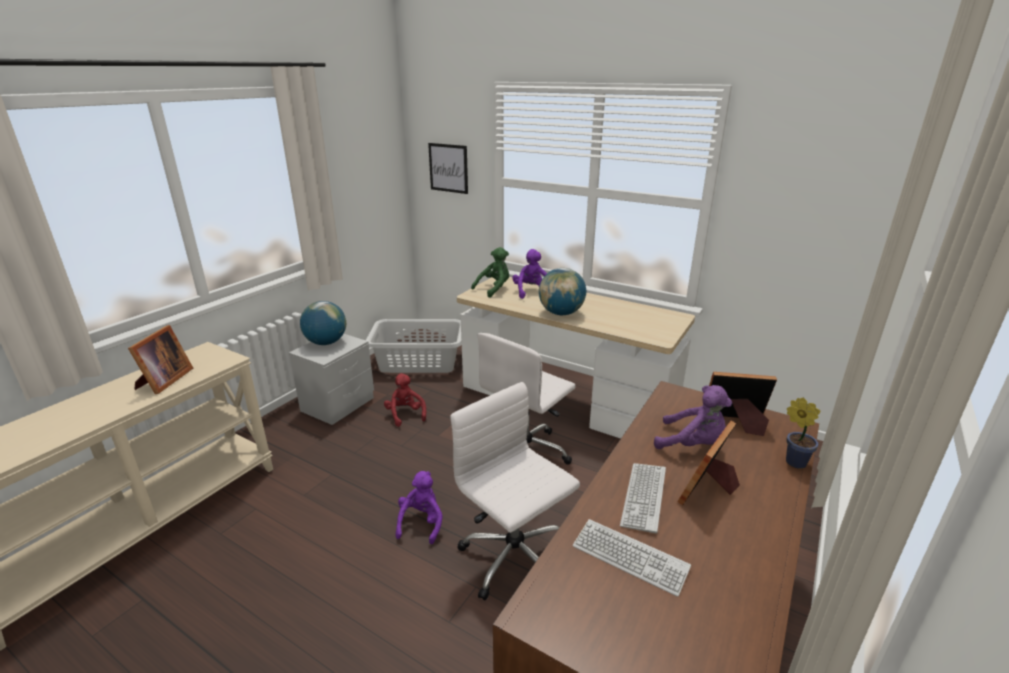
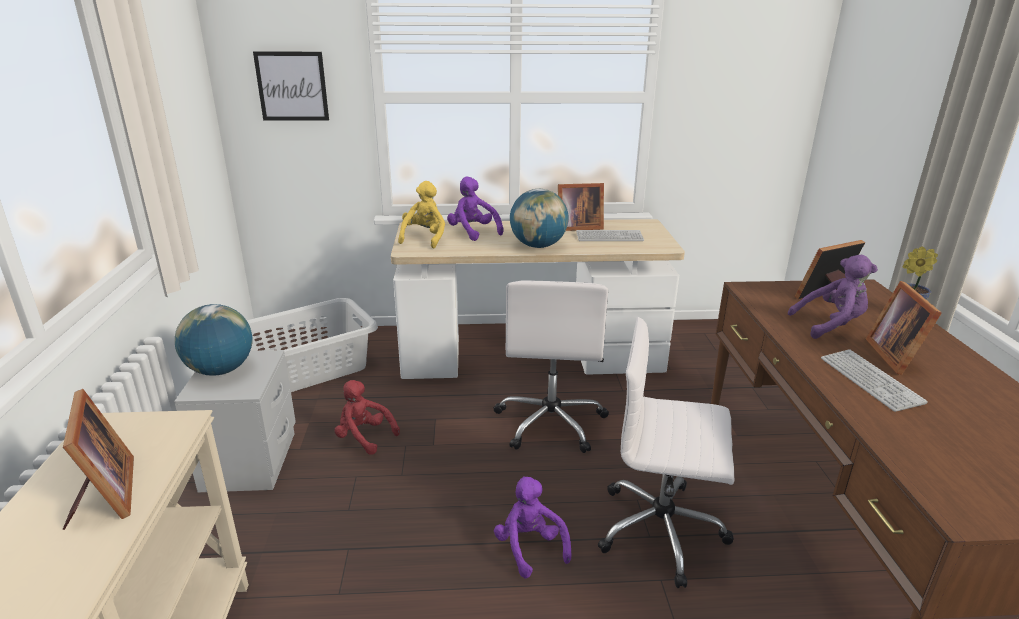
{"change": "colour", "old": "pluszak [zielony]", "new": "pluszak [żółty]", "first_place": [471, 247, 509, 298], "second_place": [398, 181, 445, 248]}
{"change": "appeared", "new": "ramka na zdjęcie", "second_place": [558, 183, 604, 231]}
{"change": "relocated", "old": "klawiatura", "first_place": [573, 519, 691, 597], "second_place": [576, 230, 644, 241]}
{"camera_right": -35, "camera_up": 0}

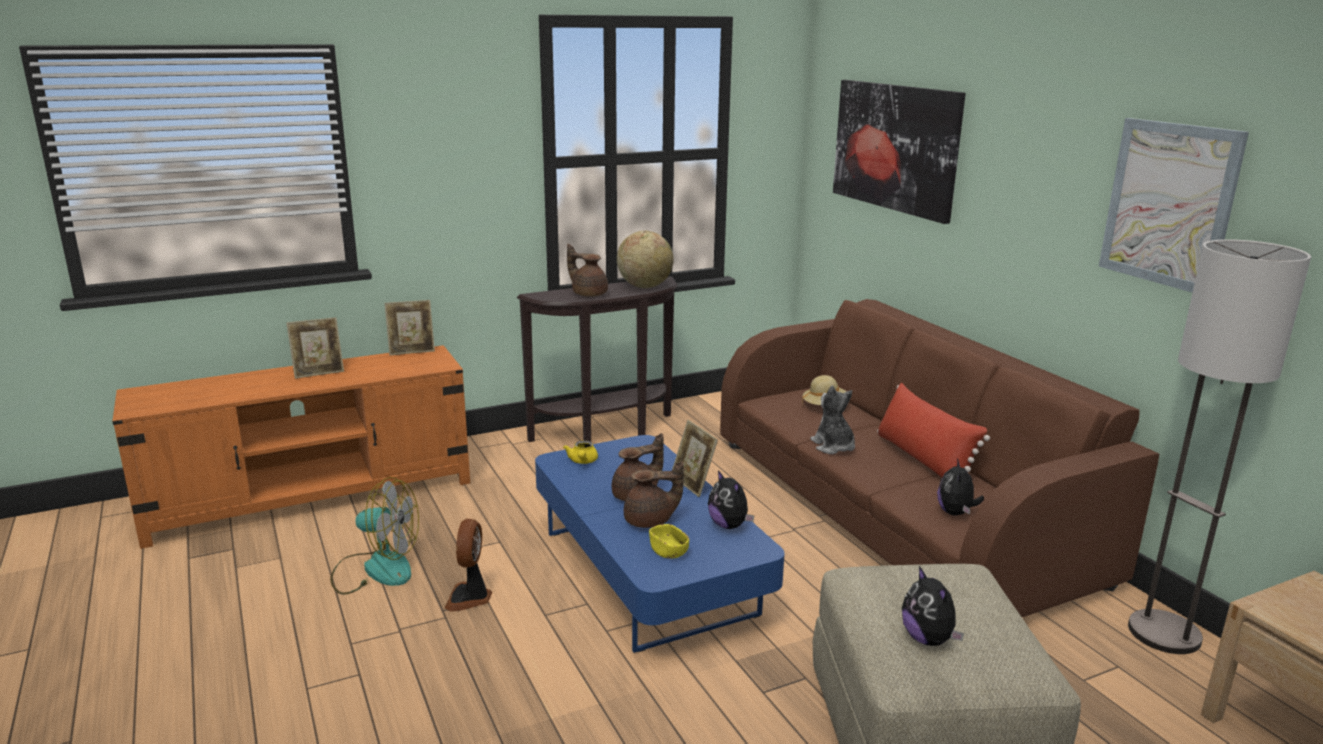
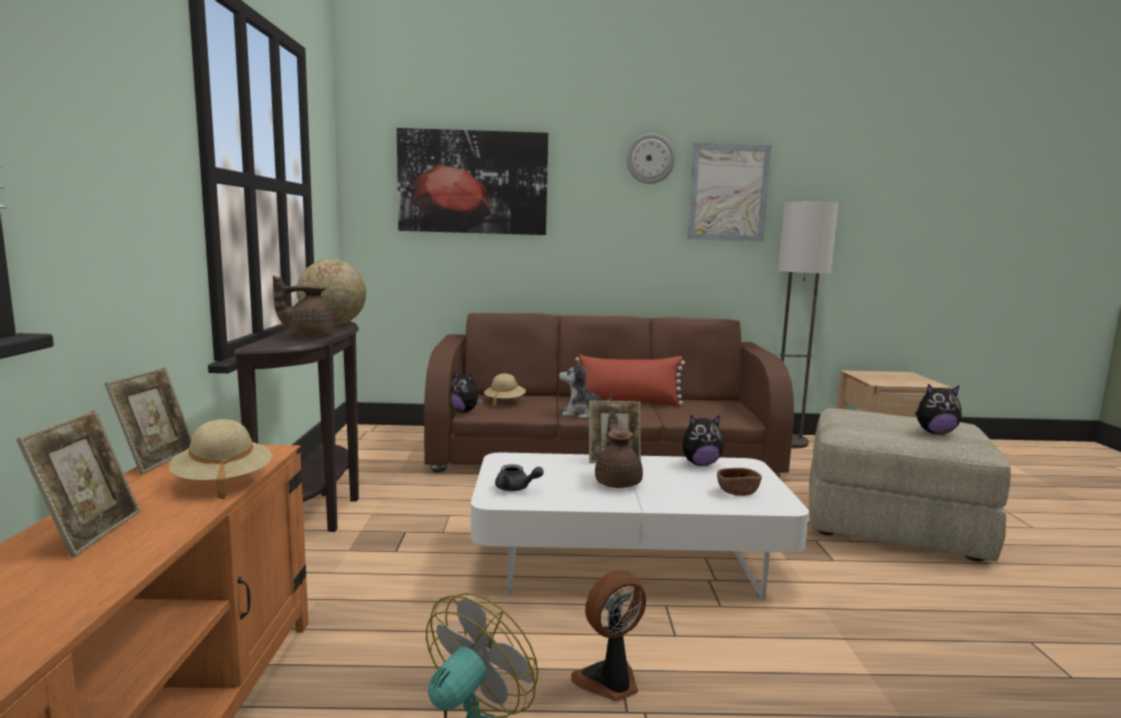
{"change": "appeared", "new": "kapelusz [beżowy]", "second_place": [169, 419, 272, 499]}
{"change": "relocated", "old": "pluszak", "first_place": [937, 458, 984, 516], "second_place": [451, 371, 484, 412]}
{"change": "colour", "old": "ława [niebieski]", "new": "ława [biały]", "first_place": [535, 435, 785, 653], "second_place": [471, 453, 809, 600]}
{"change": "colour", "old": "imbryk [żółty]", "new": "imbryk [szary]", "first_place": [563, 440, 598, 464], "second_place": [495, 464, 544, 491]}
{"change": "spun", "old": "wentylator", "first_place": [444, 519, 492, 612], "second_place": [571, 570, 646, 701], "degrees": 120}
{"change": "appeared", "new": "zegar ścienny", "second_place": [626, 133, 675, 184]}
{"change": "colour", "old": "miska [żółty]", "new": "miska [brązowy]", "first_place": [649, 524, 689, 558], "second_place": [717, 468, 762, 496]}
{"change": "missing", "old": "imbryk [brązowy]", "first_place": [624, 461, 684, 528]}
{"camera_right": -65, "camera_up": -10}

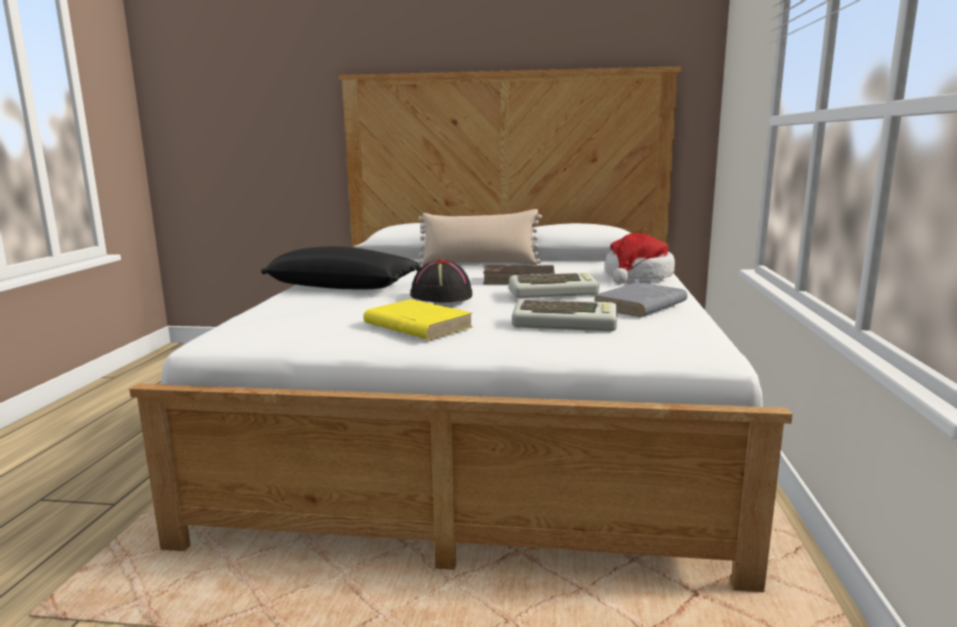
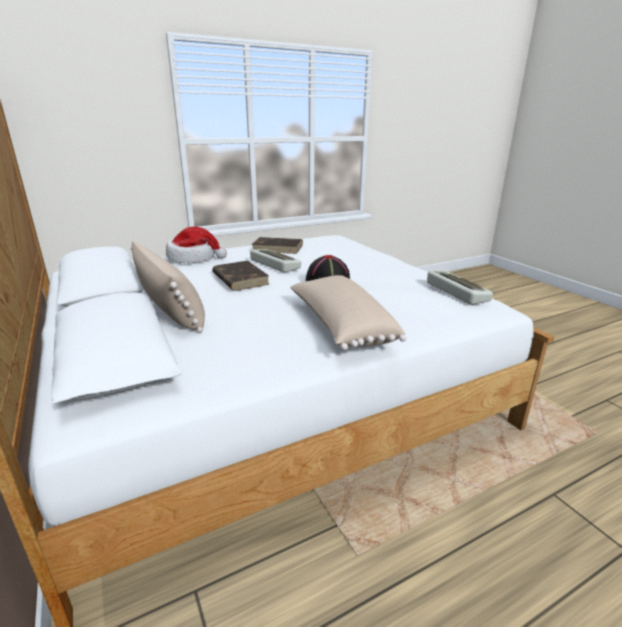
{"change": "colour", "old": "książka [szary]", "new": "książka [brązowy]", "first_place": [593, 282, 688, 317], "second_place": [252, 237, 303, 254]}
{"change": "colour", "old": "poduszka [czarny]", "new": "poduszka [beżowy]", "first_place": [261, 246, 421, 289], "second_place": [290, 275, 406, 350]}
{"change": "relocated", "old": "klawiatura", "first_place": [512, 299, 617, 331], "second_place": [427, 271, 493, 305]}
{"change": "missing", "old": "książka [żółty]", "first_place": [363, 299, 473, 340]}
{"camera_right": -125, "camera_up": 10}

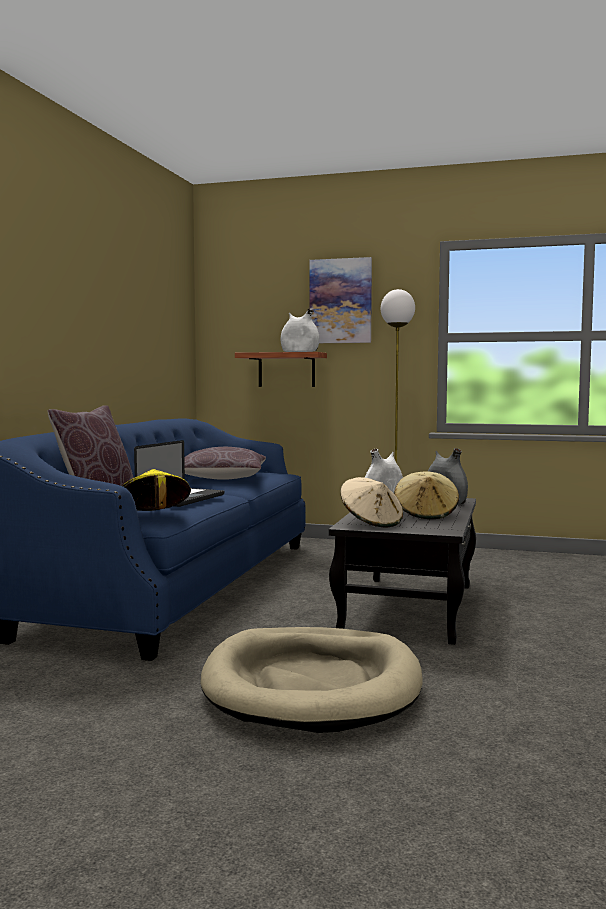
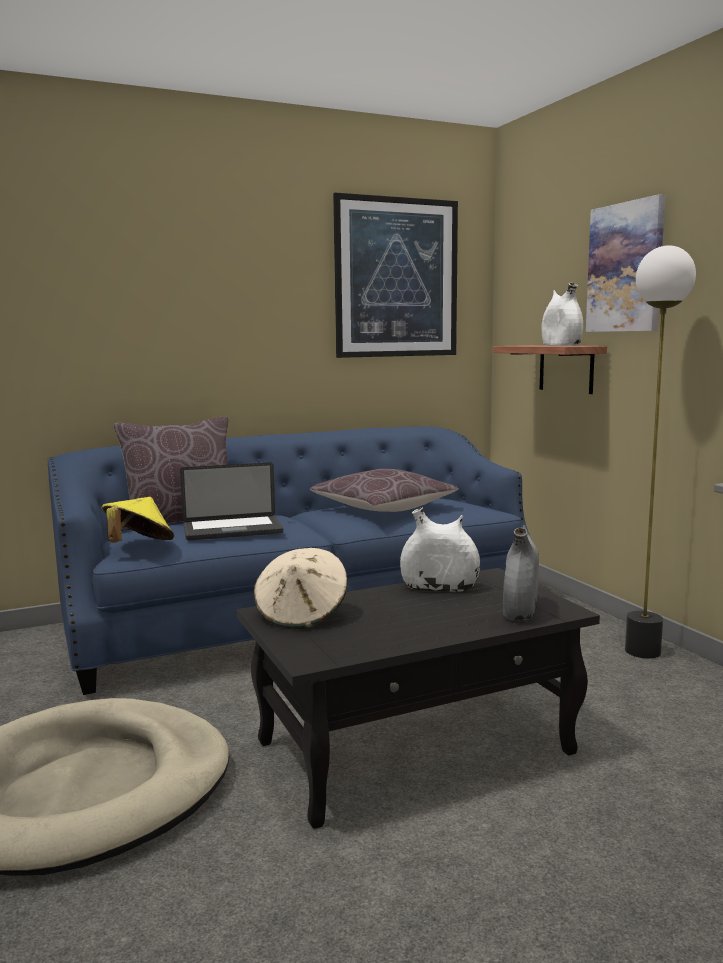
{"change": "appeared", "new": "obraz", "second_place": [333, 193, 458, 358]}
{"change": "missing", "old": "kapelusz [beżowy]", "first_place": [394, 471, 459, 519]}
{"camera_right": 50, "camera_up": 5}

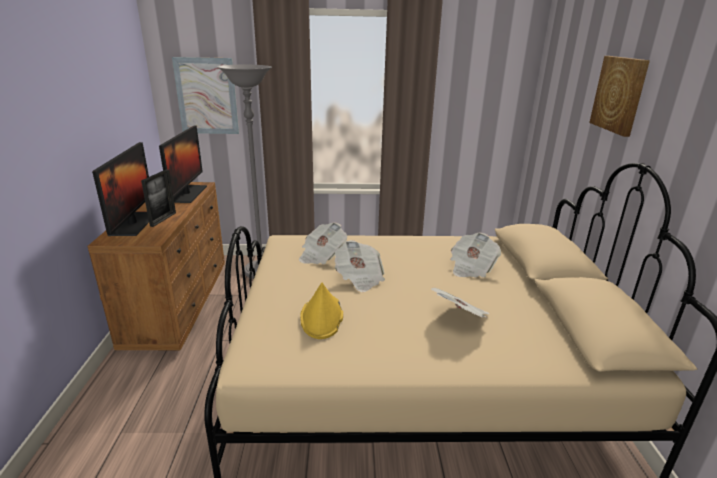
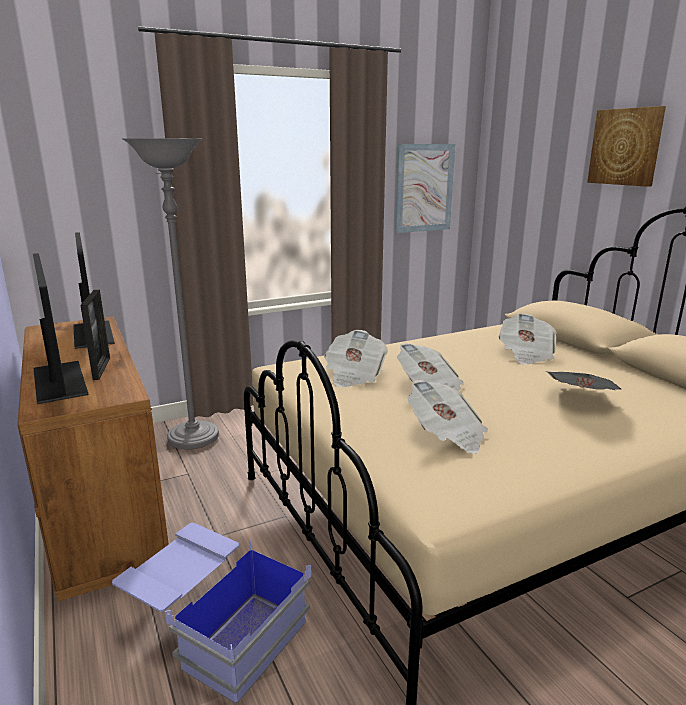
{"change": "appeared", "new": "pojemnik do przechowywania [niebieski]", "second_place": [112, 523, 311, 704]}
{"change": "relocated", "old": "obraz", "first_place": [172, 57, 239, 134], "second_place": [395, 144, 455, 233]}
{"change": "exchanged", "old": "kapelusz [żółty]", "new": "gazeta", "first_place": [300, 282, 343, 339], "second_place": [408, 380, 488, 454]}
{"camera_right": -25, "camera_up": -5}

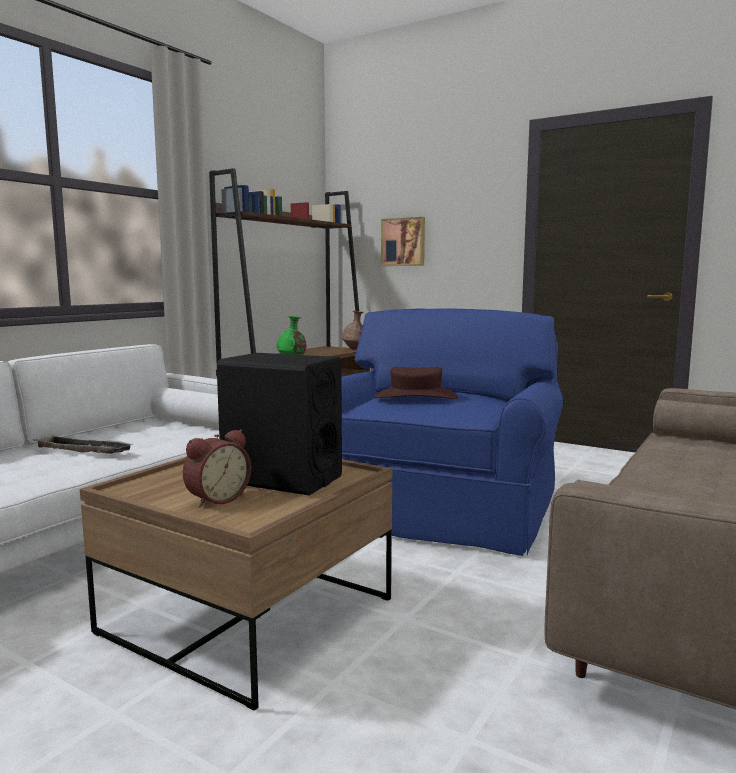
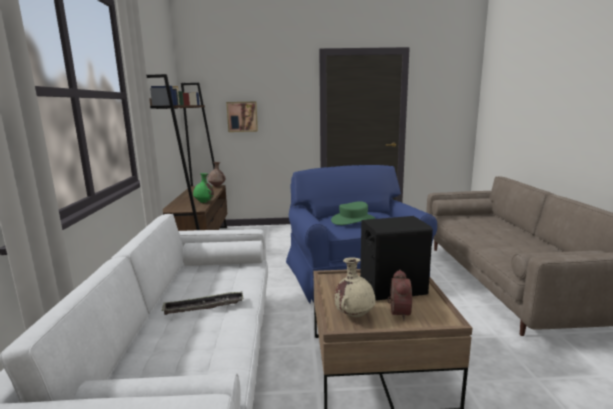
{"change": "colour", "old": "kapelusz [brązowy]", "new": "kapelusz [zielony]", "first_place": [375, 367, 458, 399], "second_place": [331, 201, 376, 225]}
{"change": "appeared", "new": "wazon [beżowy]", "second_place": [335, 257, 375, 317]}
{"camera_right": -35, "camera_up": 5}

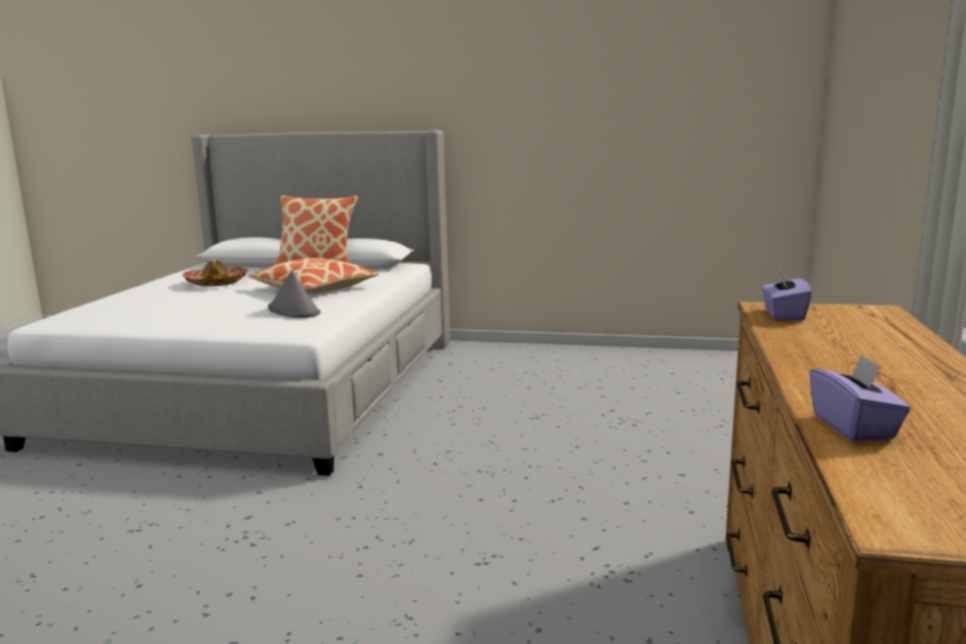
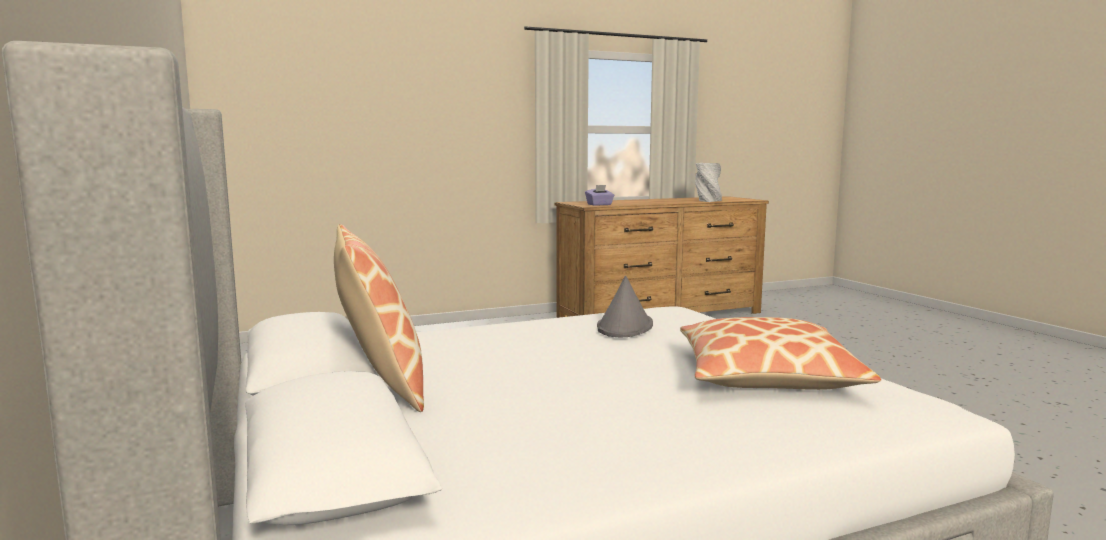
{"change": "relocated", "old": "poduszka", "first_place": [249, 258, 379, 294], "second_place": [680, 317, 881, 390]}
{"change": "exchanged", "old": "pudełko chusteczek [fioletowy]", "new": "wazon [szary]", "first_place": [809, 354, 911, 442], "second_place": [695, 163, 722, 202]}
{"change": "missing", "old": "kapelusz", "first_place": [182, 259, 248, 287]}
{"camera_right": -125, "camera_up": -5}

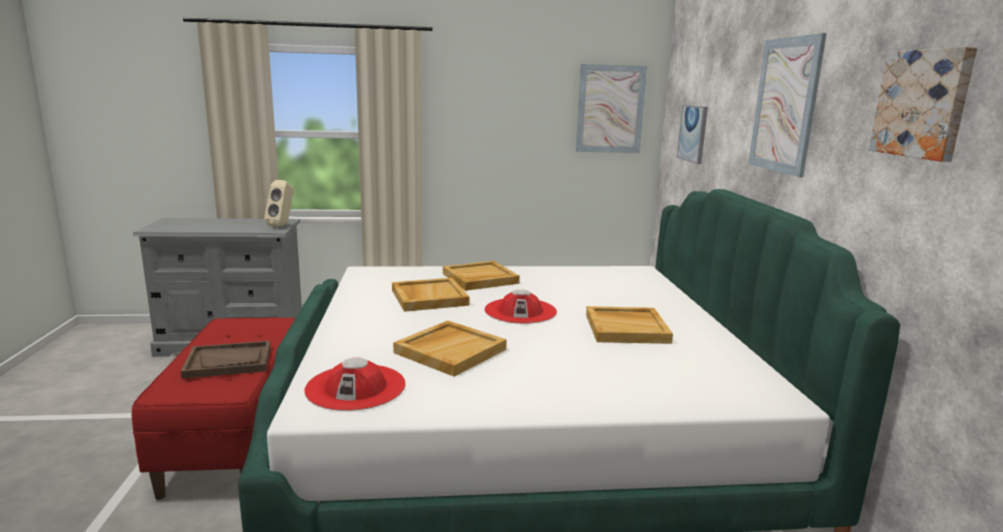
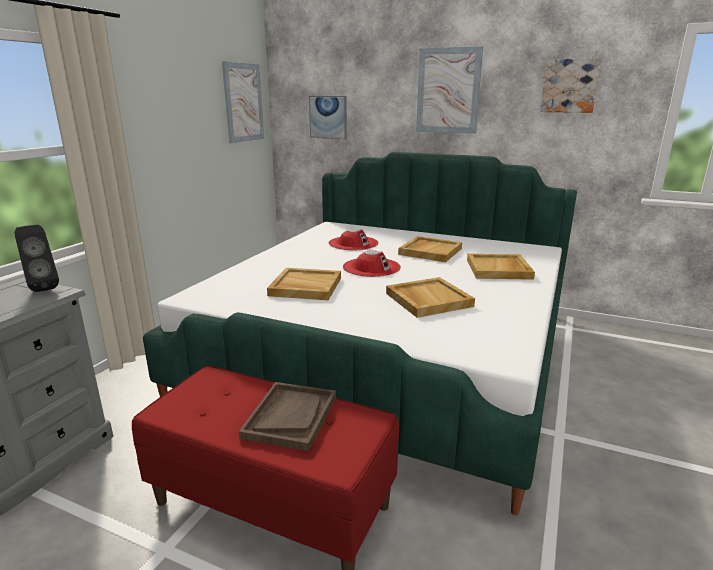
{"change": "colour", "old": "głośnik [beżowy]", "new": "głośnik [czarny]", "first_place": [264, 180, 294, 227], "second_place": [14, 225, 59, 292]}
{"change": "relocated", "old": "kapelusz [czerwony]", "first_place": [304, 358, 406, 411], "second_place": [329, 229, 379, 250]}
{"change": "relocated", "old": "taca [beżowy]", "first_place": [443, 261, 520, 291], "second_place": [467, 254, 535, 280]}
{"camera_right": -60, "camera_up": 5}

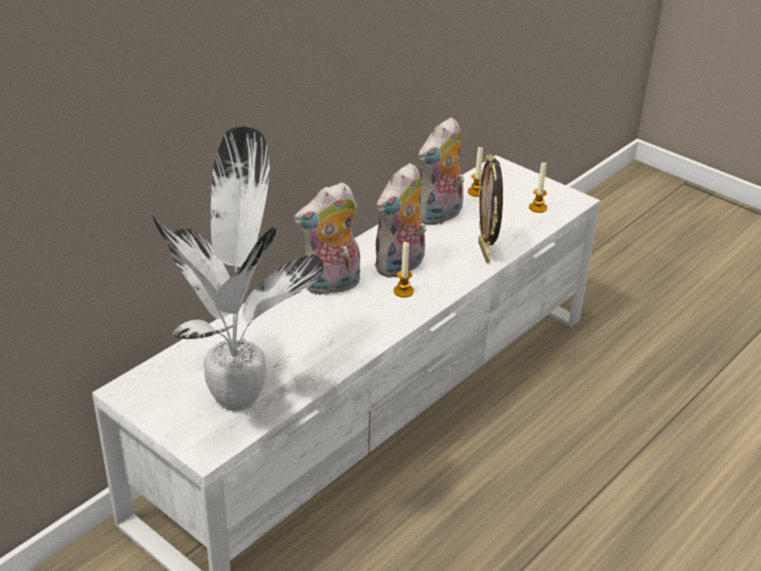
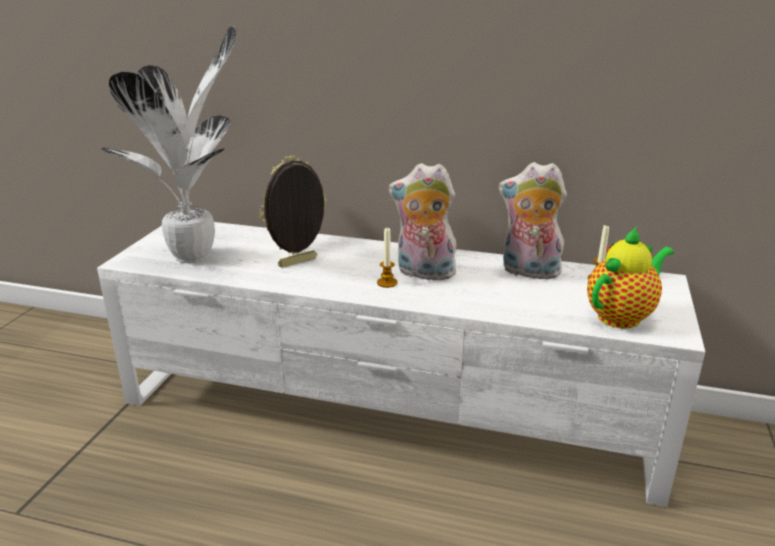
{"change": "relocated", "old": "ramka na zdjęcie", "first_place": [478, 155, 503, 263], "second_place": [259, 155, 327, 268]}
{"change": "exchanged", "old": "świeca", "new": "imbryk", "first_place": [529, 162, 547, 213], "second_place": [587, 227, 674, 329]}
{"change": "missing", "old": "pluszak", "first_place": [294, 182, 360, 295]}
{"camera_right": 65, "camera_up": -10}

